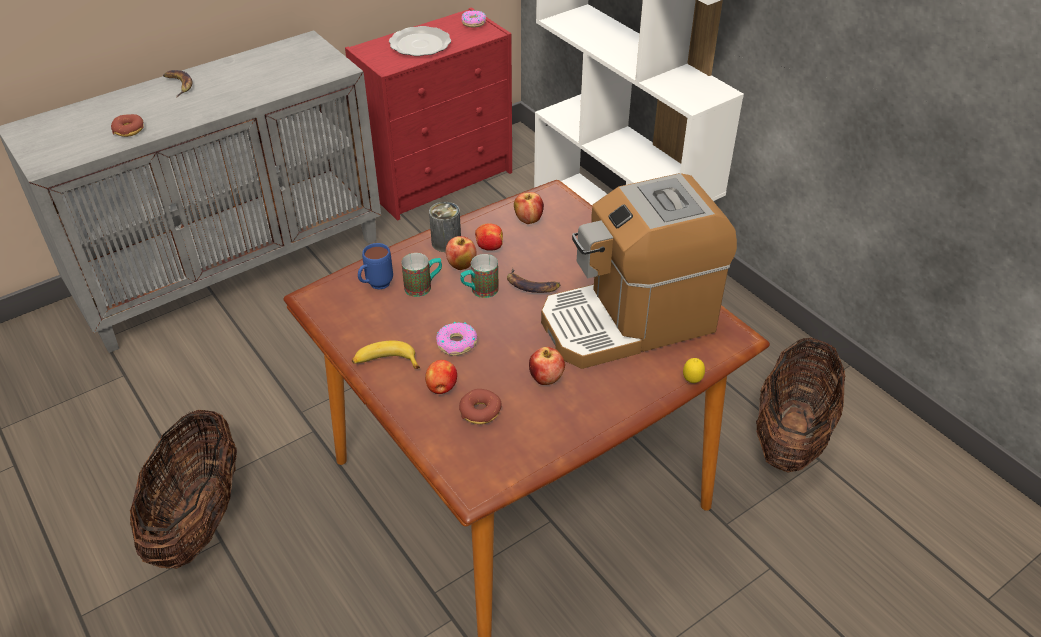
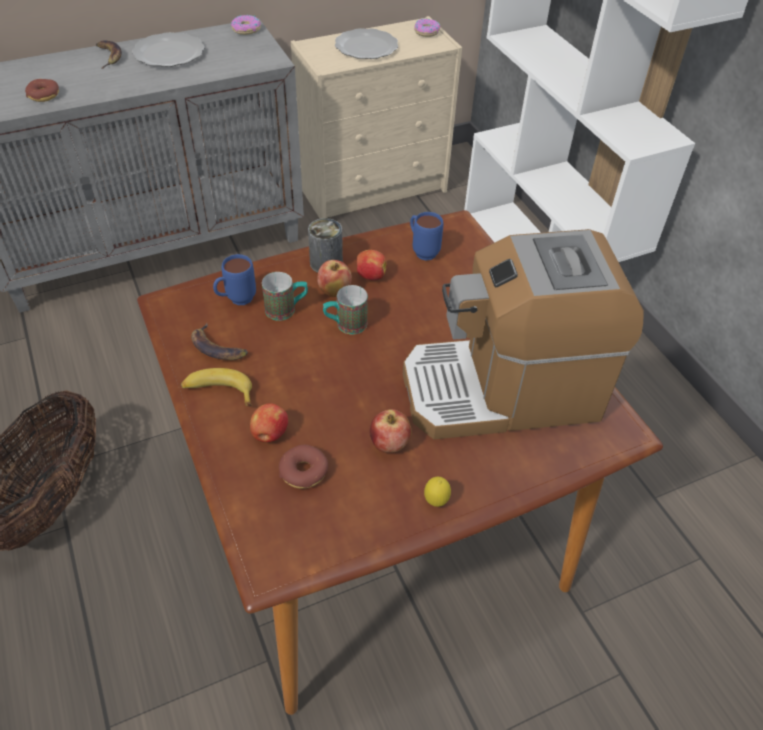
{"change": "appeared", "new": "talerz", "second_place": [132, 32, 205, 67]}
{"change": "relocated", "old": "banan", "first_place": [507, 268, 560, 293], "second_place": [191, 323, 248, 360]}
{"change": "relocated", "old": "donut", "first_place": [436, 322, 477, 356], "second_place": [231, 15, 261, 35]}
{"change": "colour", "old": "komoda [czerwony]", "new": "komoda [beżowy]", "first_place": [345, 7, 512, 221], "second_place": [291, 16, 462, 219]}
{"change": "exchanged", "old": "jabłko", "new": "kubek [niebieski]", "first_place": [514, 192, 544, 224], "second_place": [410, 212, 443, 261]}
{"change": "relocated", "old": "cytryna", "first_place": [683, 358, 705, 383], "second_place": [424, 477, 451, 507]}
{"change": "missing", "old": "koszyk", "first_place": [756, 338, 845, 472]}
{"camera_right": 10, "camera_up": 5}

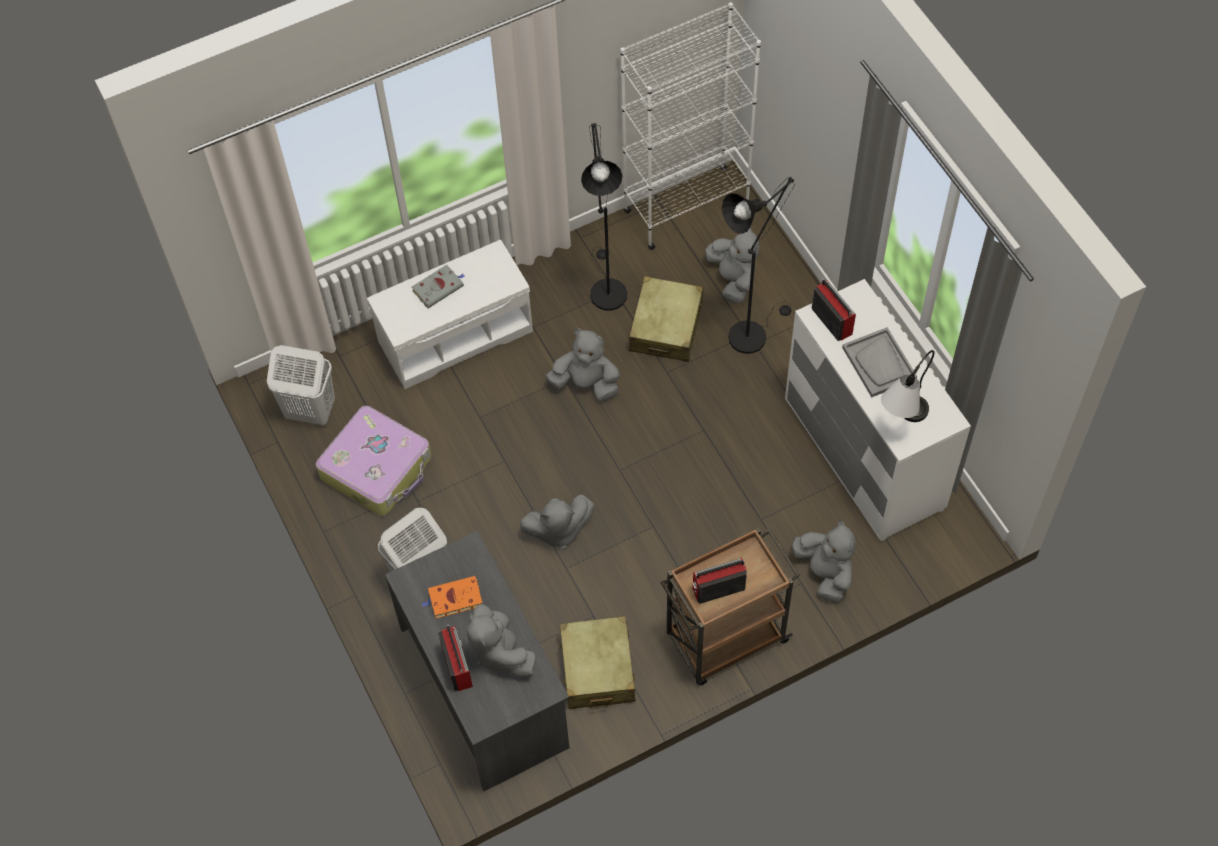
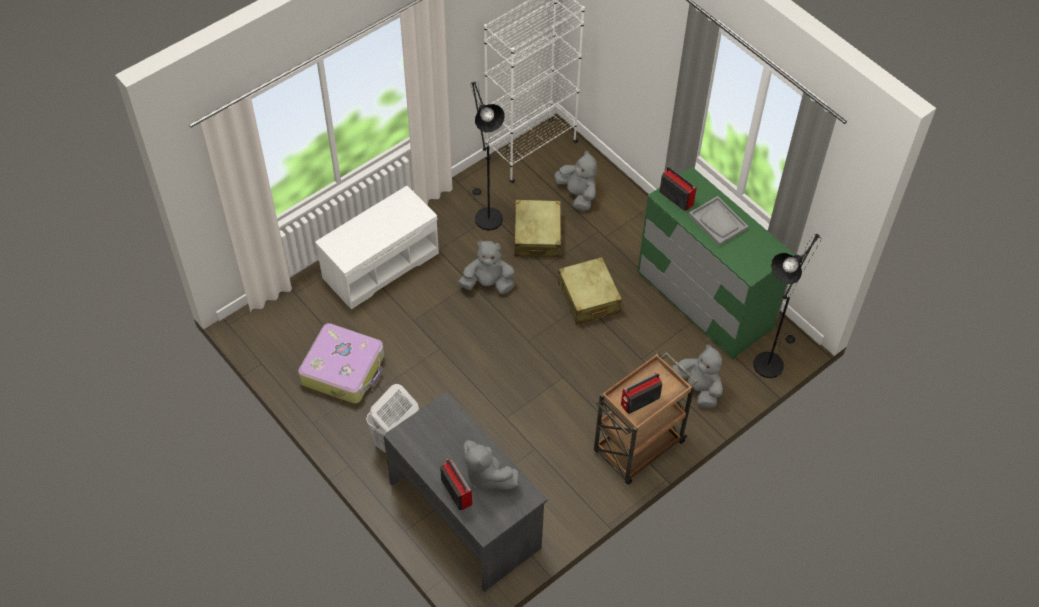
{"change": "relocated", "old": "walizka [beżowy]", "first_place": [559, 616, 636, 709], "second_place": [558, 257, 622, 324]}
{"change": "colour", "old": "komoda [biały]", "new": "komoda [zielony]", "first_place": [785, 279, 971, 541], "second_place": [638, 166, 795, 359]}
{"change": "relocated", "old": "lampa stojąca [czarny]", "first_place": [722, 177, 795, 354], "second_place": [754, 234, 820, 378]}
{"change": "missing", "old": "kosz na pranie [biały]", "first_place": [267, 345, 335, 425]}
{"change": "missing", "old": "książka [szary]", "first_place": [412, 265, 464, 308]}
{"change": "missing", "old": "książka [pomarańczowy]", "first_place": [421, 576, 482, 619]}
{"change": "missing", "old": "pluszak [szary]", "first_place": [520, 495, 594, 550]}
{"change": "missing", "old": "lampa stołowa", "first_place": [881, 350, 934, 422]}
{"camera_right": -15, "camera_up": -5}

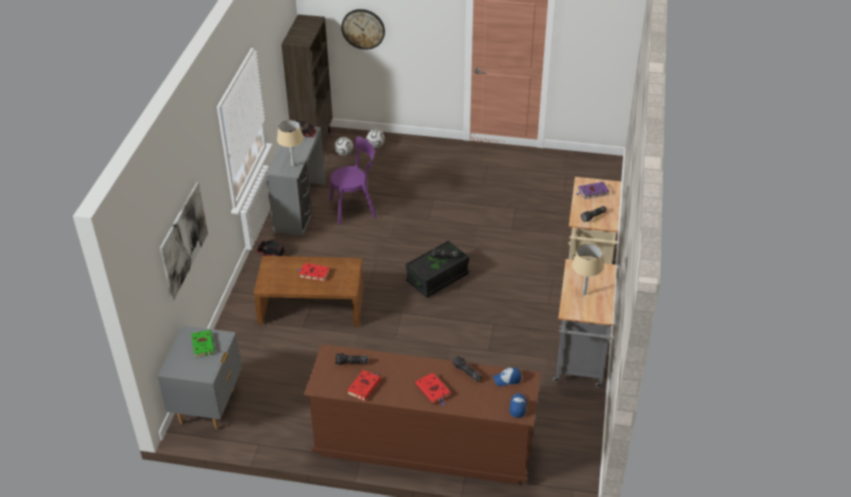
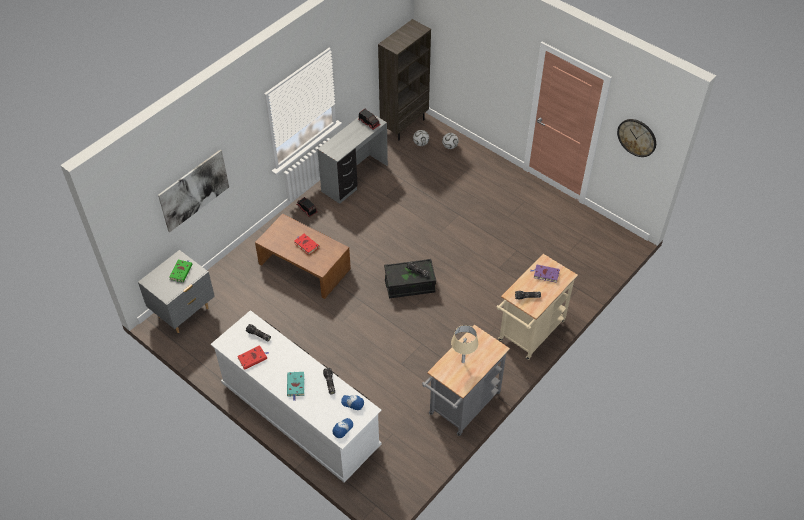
{"change": "colour", "old": "komoda [brązowy]", "new": "komoda [biały]", "first_place": [304, 344, 541, 485], "second_place": [211, 310, 382, 482]}
{"change": "colour", "old": "książka [czerwony]", "new": "książka [turkusowy]", "first_place": [416, 373, 451, 406], "second_place": [287, 372, 304, 401]}
{"change": "relocated", "old": "zegar ścienny", "first_place": [341, 9, 385, 50], "second_place": [617, 119, 656, 157]}
{"change": "missing", "old": "lampa stołowa [beżowy]", "first_place": [277, 120, 304, 167]}
{"change": "missing", "old": "krzesło [fioletowy]", "first_place": [329, 137, 377, 225]}
{"camera_right": 30, "camera_up": 10}

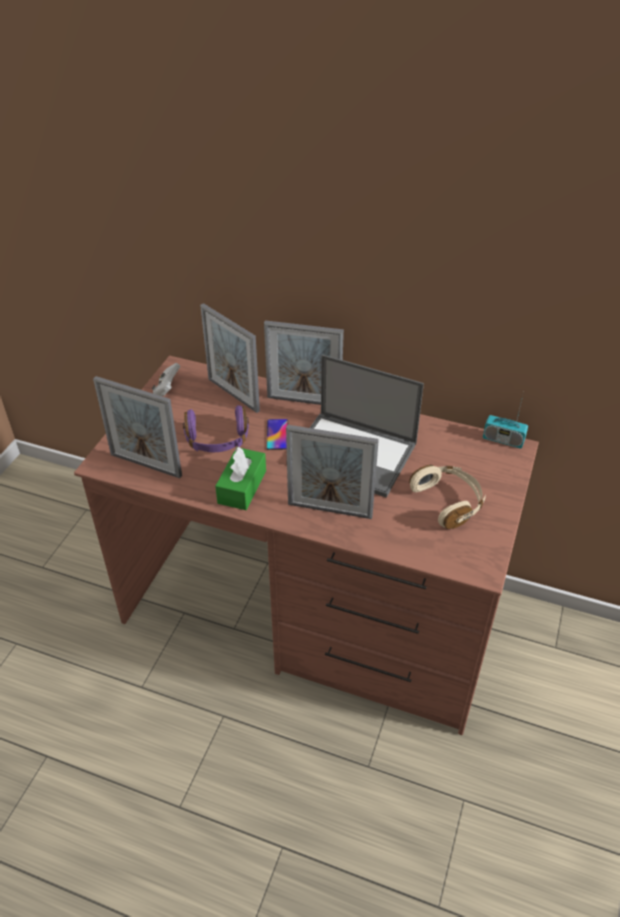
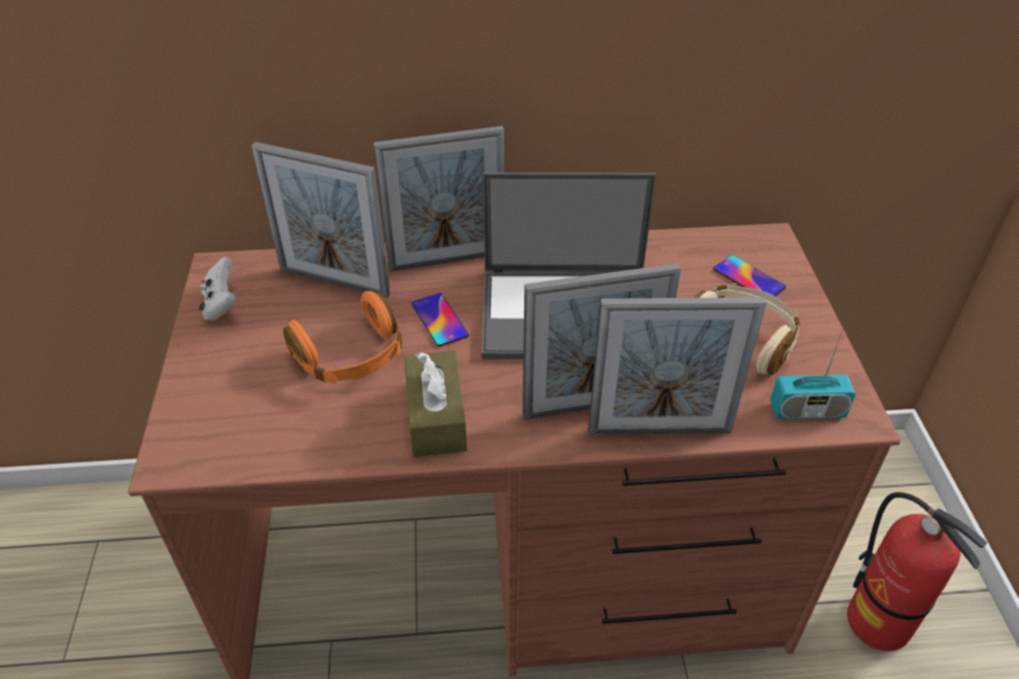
{"change": "colour", "old": "słuchawki [fioletowy]", "new": "słuchawki [pomarańczowy]", "first_place": [183, 405, 249, 452], "second_place": [283, 291, 402, 384]}
{"change": "colour", "old": "pudełko chusteczek [zielony]", "new": "pudełko chusteczek [brązowy]", "first_place": [215, 447, 266, 510], "second_place": [404, 351, 467, 457]}
{"change": "relocated", "old": "ramka na zdjęcie", "first_place": [93, 376, 182, 478], "second_place": [588, 297, 766, 434]}
{"change": "appeared", "new": "telefon", "second_place": [713, 255, 786, 296]}
{"change": "relocated", "old": "radio", "first_place": [483, 396, 528, 449], "second_place": [770, 323, 856, 419]}
{"change": "appeared", "new": "gaśnica", "second_place": [847, 492, 987, 651]}
{"camera_right": -25, "camera_up": 0}

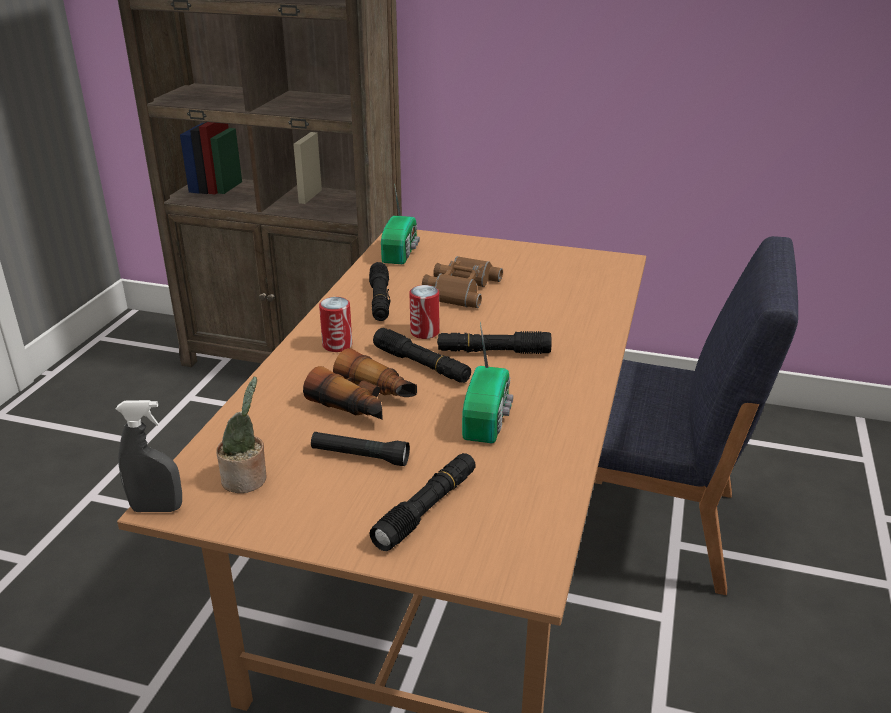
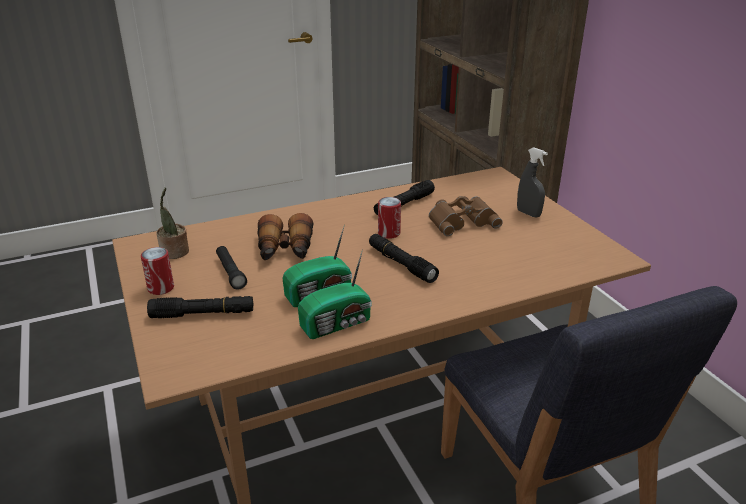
{"change": "relocated", "old": "puszka", "first_place": [319, 297, 352, 352], "second_place": [141, 247, 174, 295]}
{"change": "relocated", "old": "radio", "first_place": [381, 183, 420, 264], "second_place": [298, 249, 372, 339]}
{"change": "relocated", "old": "spryskiwacz [szary]", "first_place": [116, 400, 182, 512], "second_place": [517, 147, 548, 218]}
{"change": "missing", "old": "latarka [czarny]", "first_place": [373, 328, 471, 383]}
{"camera_right": 50, "camera_up": 0}

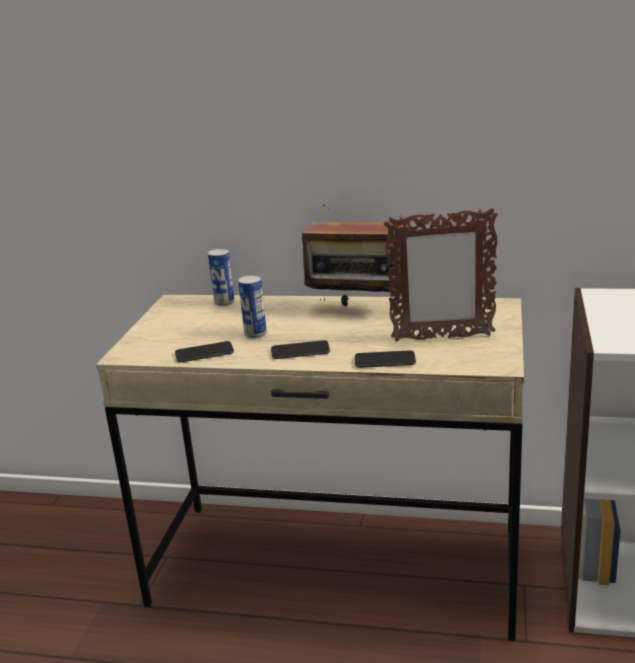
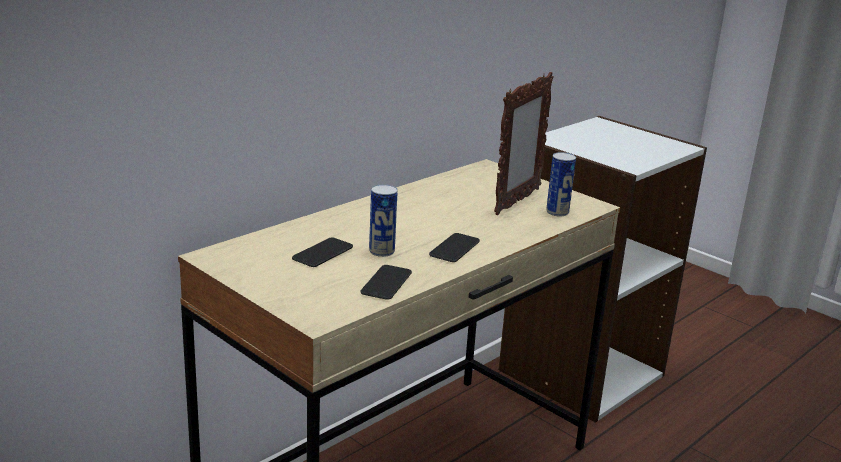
{"change": "relocated", "old": "telefon", "first_place": [355, 350, 416, 368], "second_place": [292, 237, 353, 267]}
{"change": "relocated", "old": "puszka", "first_place": [208, 248, 235, 306], "second_place": [546, 152, 576, 217]}
{"change": "missing", "old": "radio", "first_place": [302, 205, 408, 306]}
{"camera_right": -60, "camera_up": 0}

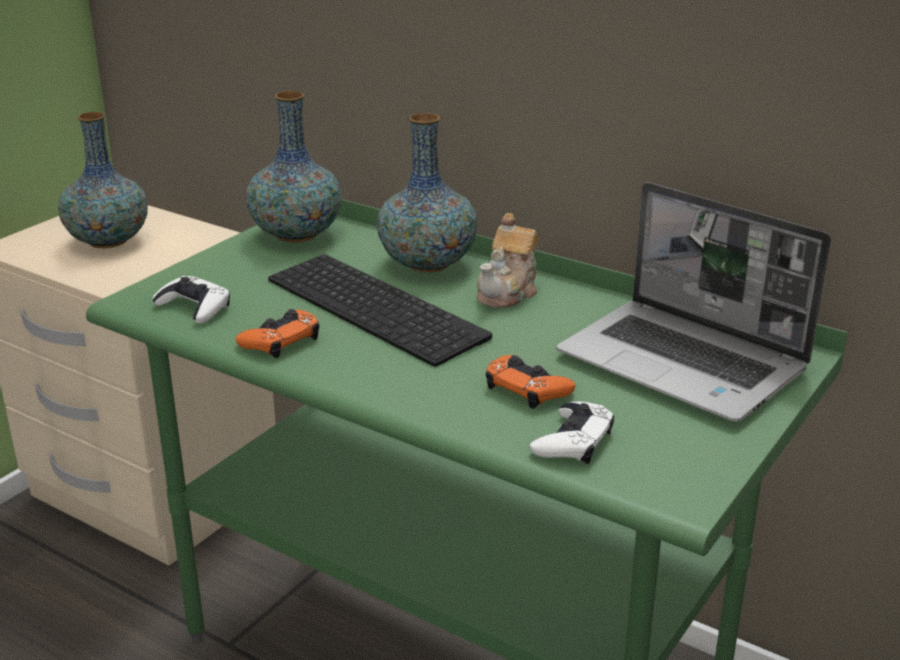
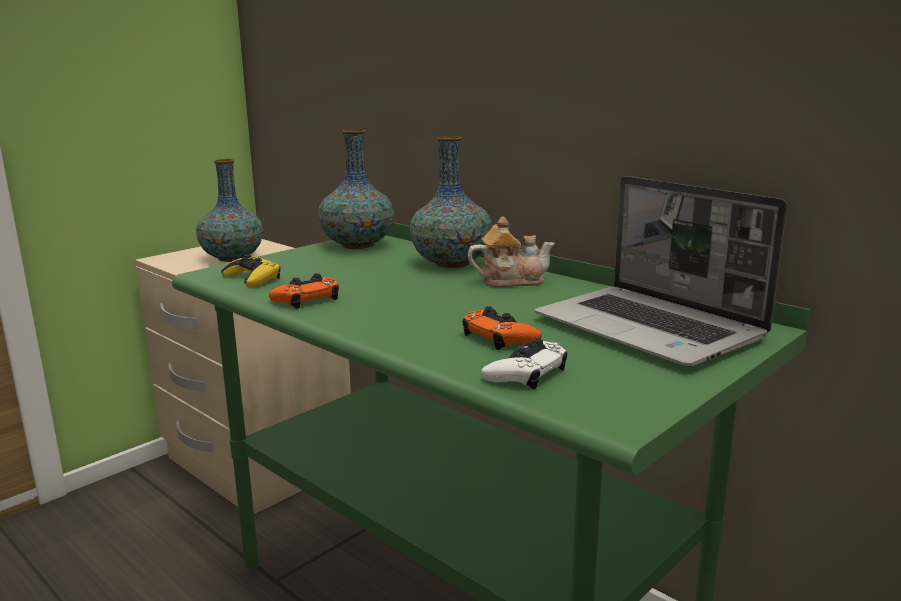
{"change": "colour", "old": "pad do gier [biały]", "new": "pad do gier [żółty]", "first_place": [153, 276, 230, 324], "second_place": [221, 254, 280, 287]}
{"change": "spun", "old": "imbryk", "first_place": [477, 213, 539, 308], "second_place": [468, 217, 555, 287], "degrees": -135}
{"change": "missing", "old": "klawiatura", "first_place": [268, 254, 492, 367]}
{"camera_right": 10, "camera_up": -10}

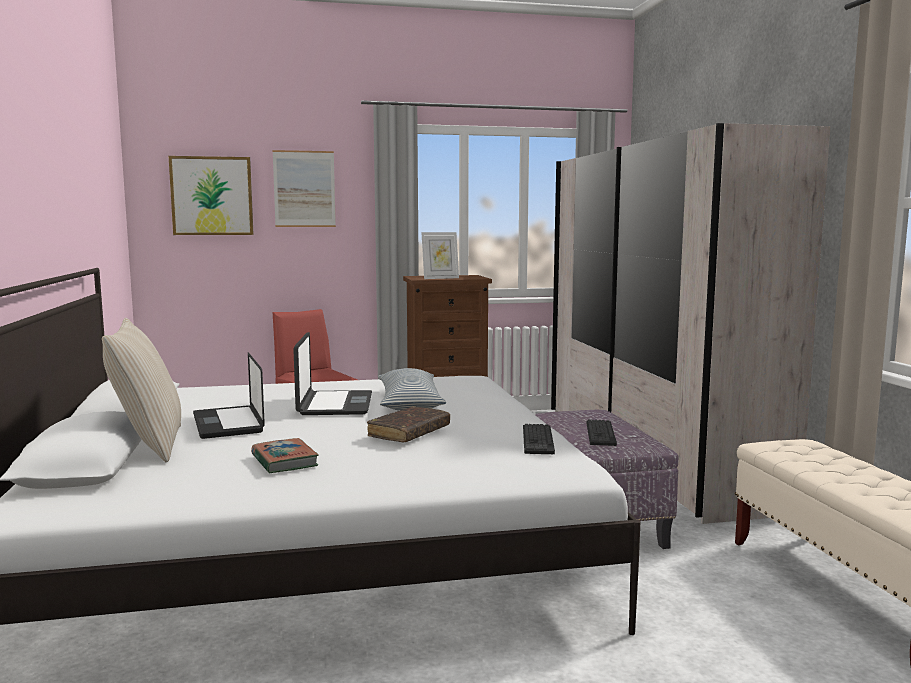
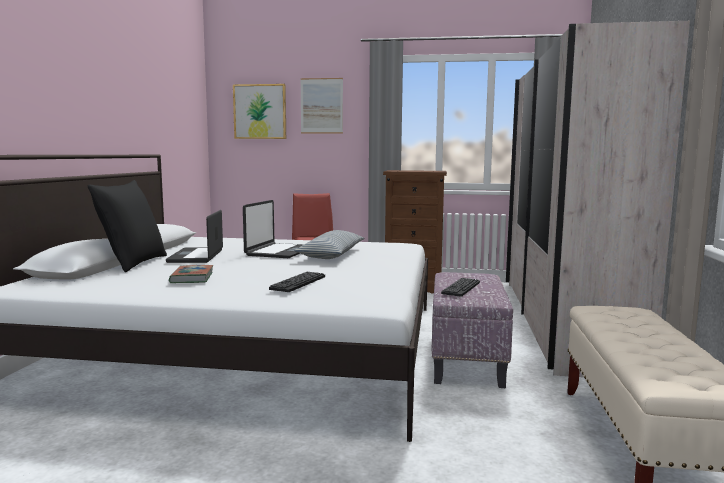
{"change": "colour", "old": "poduszka [beżowy]", "new": "poduszka [czarny]", "first_place": [102, 318, 181, 462], "second_place": [88, 180, 167, 272]}
{"change": "relocated", "old": "klawiatura", "first_place": [523, 424, 555, 454], "second_place": [269, 272, 325, 292]}
{"change": "missing", "old": "książka [brązowy]", "first_place": [367, 406, 450, 442]}
{"change": "missing", "old": "ramka na zdjęcie", "first_place": [421, 232, 459, 279]}
{"camera_right": 20, "camera_up": 0}

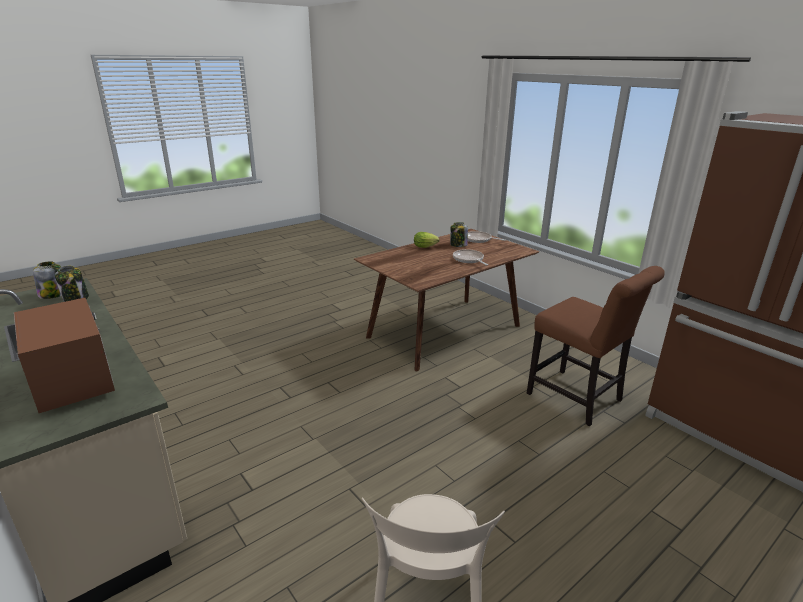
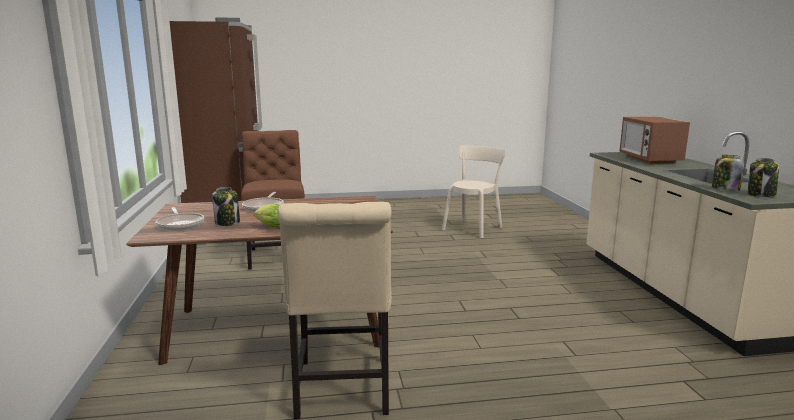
{"change": "appeared", "new": "krzesło [beżowy]", "second_place": [277, 202, 392, 419]}
{"camera_right": -150, "camera_up": -10}

